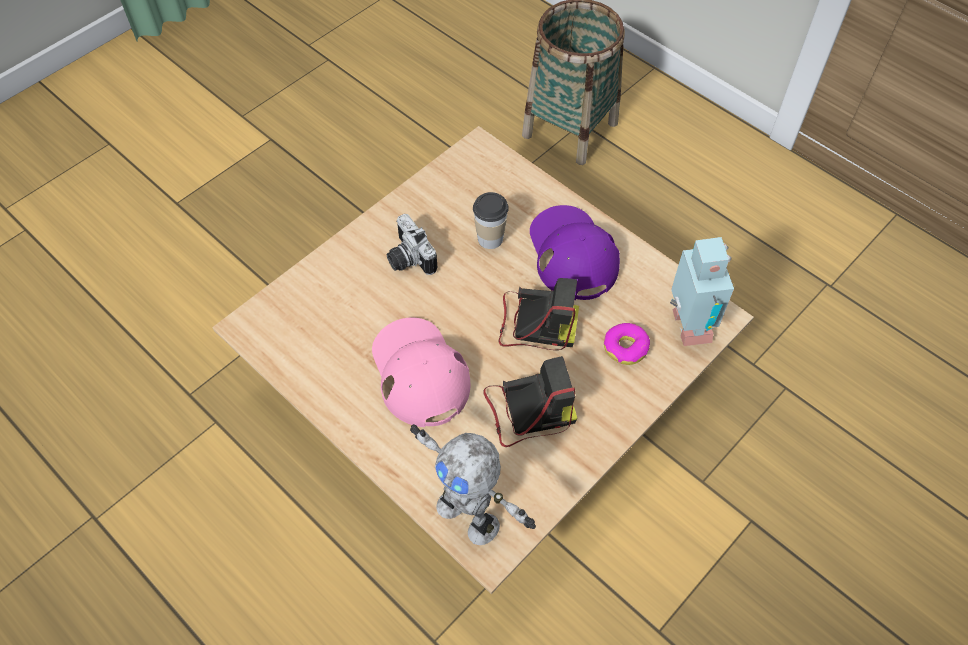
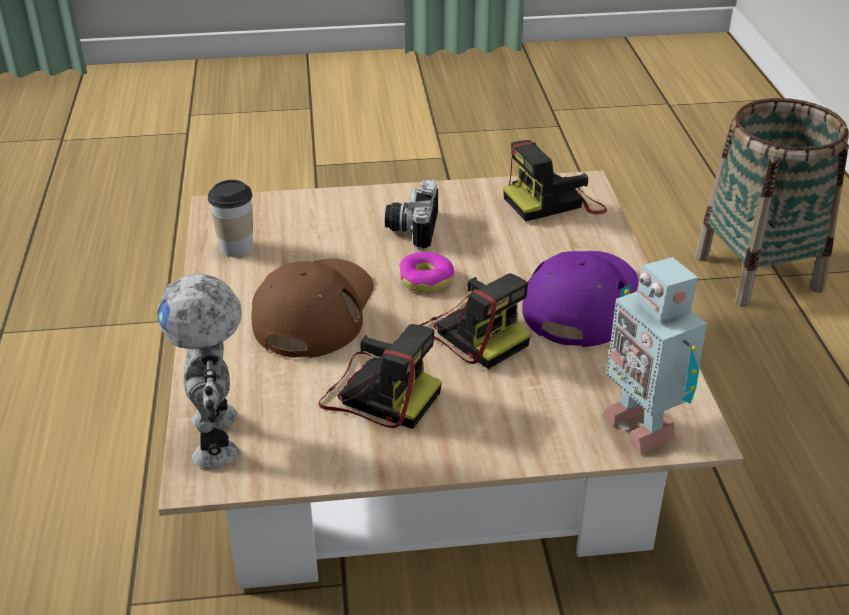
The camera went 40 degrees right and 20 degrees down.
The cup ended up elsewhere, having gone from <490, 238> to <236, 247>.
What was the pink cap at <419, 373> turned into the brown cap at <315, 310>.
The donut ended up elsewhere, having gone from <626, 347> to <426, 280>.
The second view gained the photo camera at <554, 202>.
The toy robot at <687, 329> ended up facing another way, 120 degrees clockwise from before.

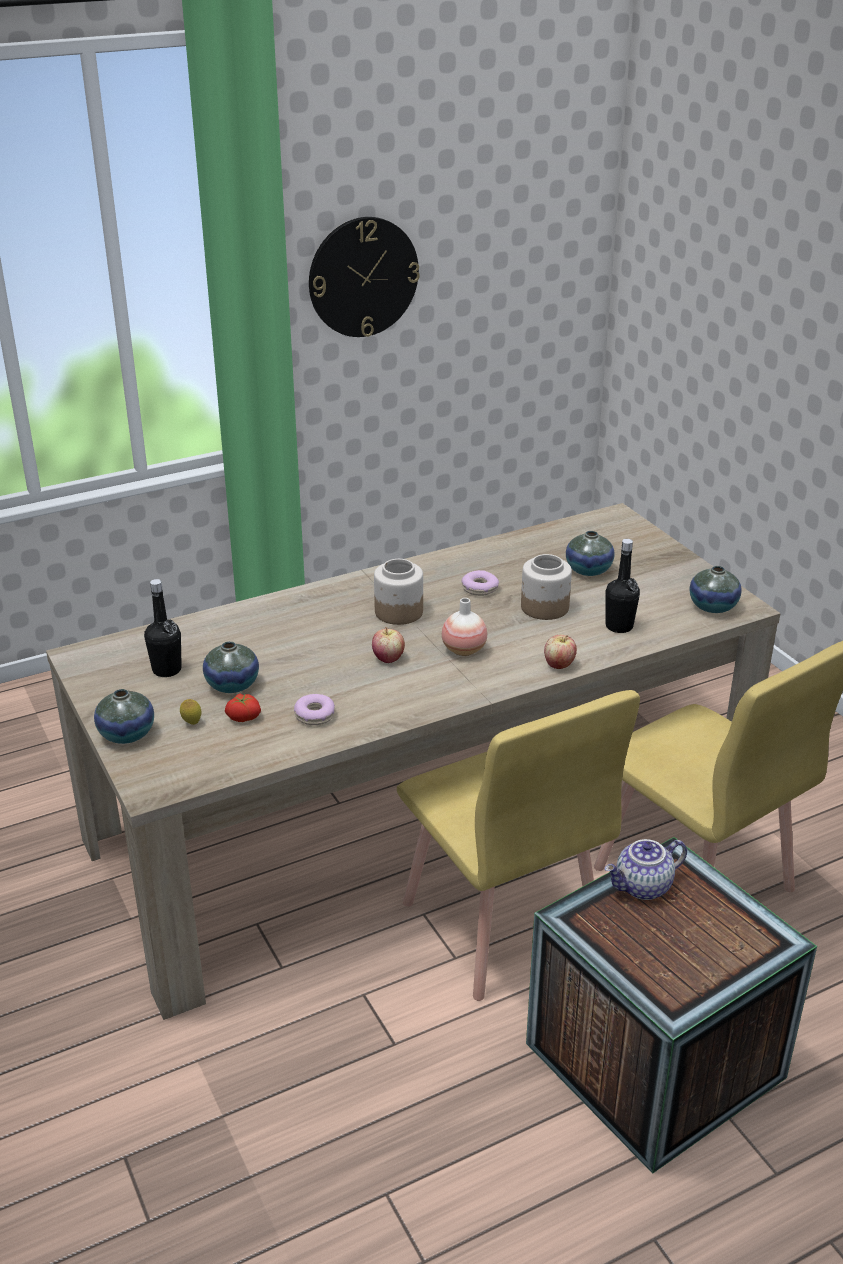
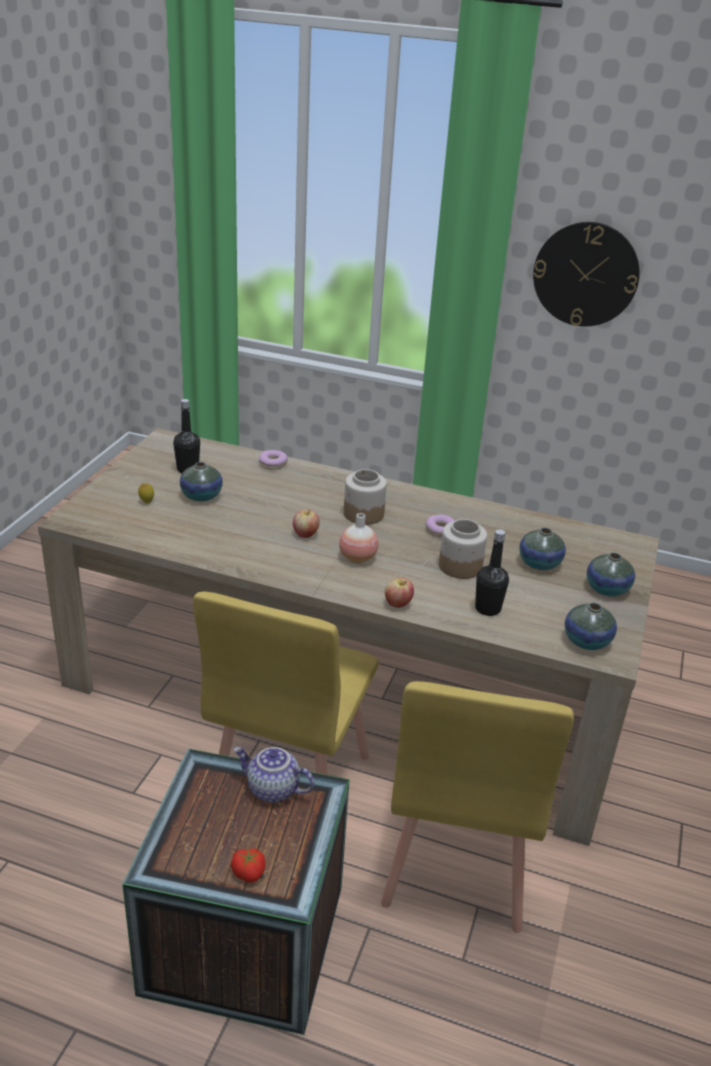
The camera went 45 degrees right and 0 degrees up.
The tomato ended up elsewhere, having gone from <244, 716> to <249, 871>.
The donut ended up elsewhere, having gone from <315, 715> to <273, 464>.
The vase ended up elsewhere, having gone from <127, 734> to <607, 589>.

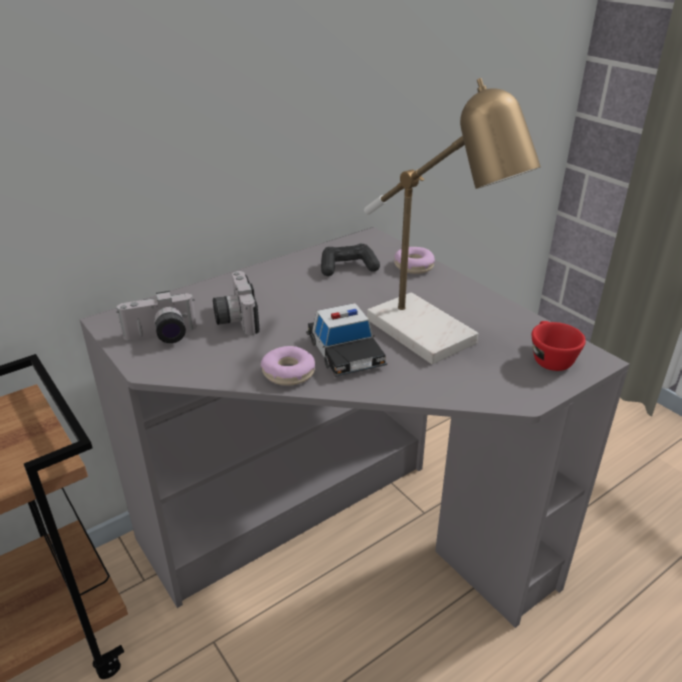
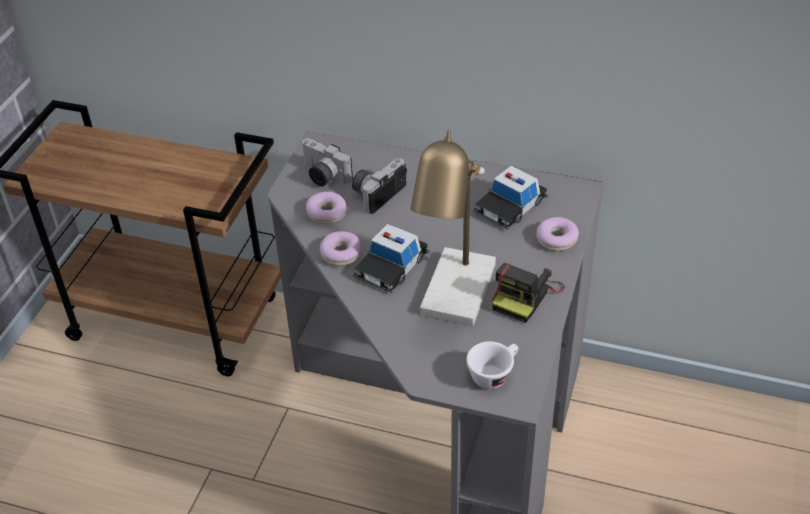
The camera went 55 degrees right and 10 degrees up.
The second view gained the donut at <326, 213>.
What was the red cup at <549, 358> turned into the white cup at <493, 374>.
Where the black game controller stood at <348, 268>, the toy car came to stand at <510, 206>.
The second view gained the photo camera at <525, 295>.

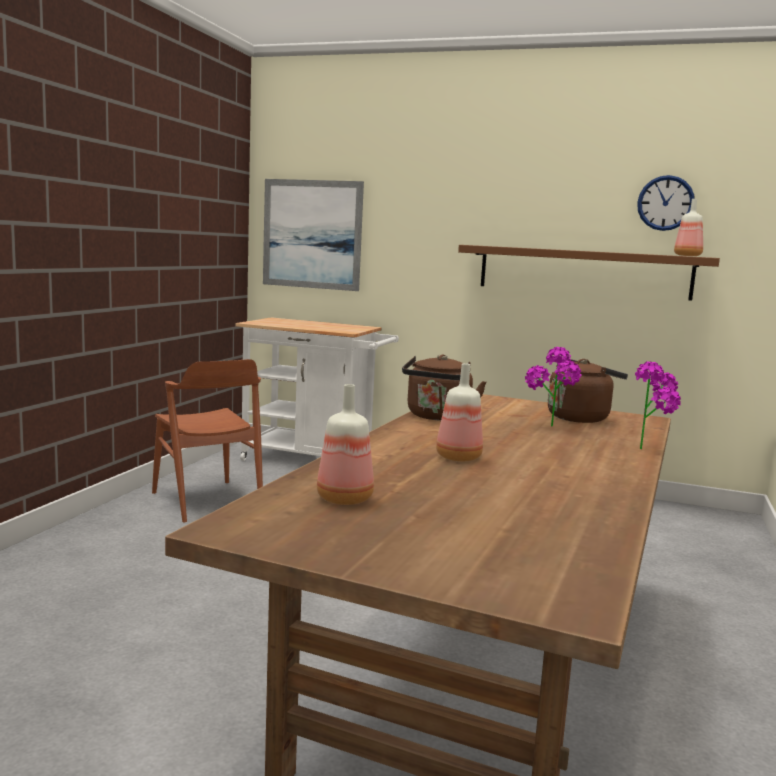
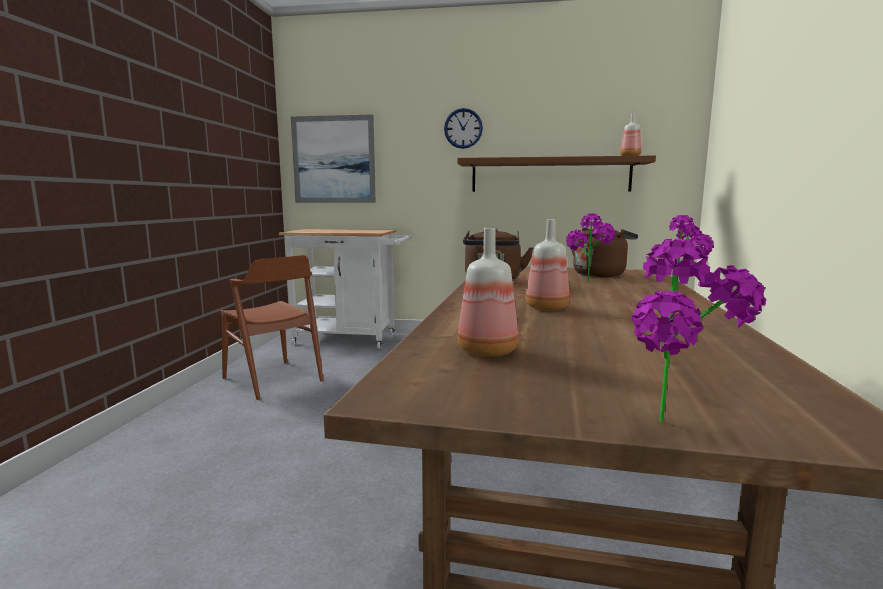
The camera went 10 degrees left and 0 degrees up.
The wall clock ended up elsewhere, having gone from <665, 203> to <463, 128>.
The second view gained the potted plant at <680, 431>.

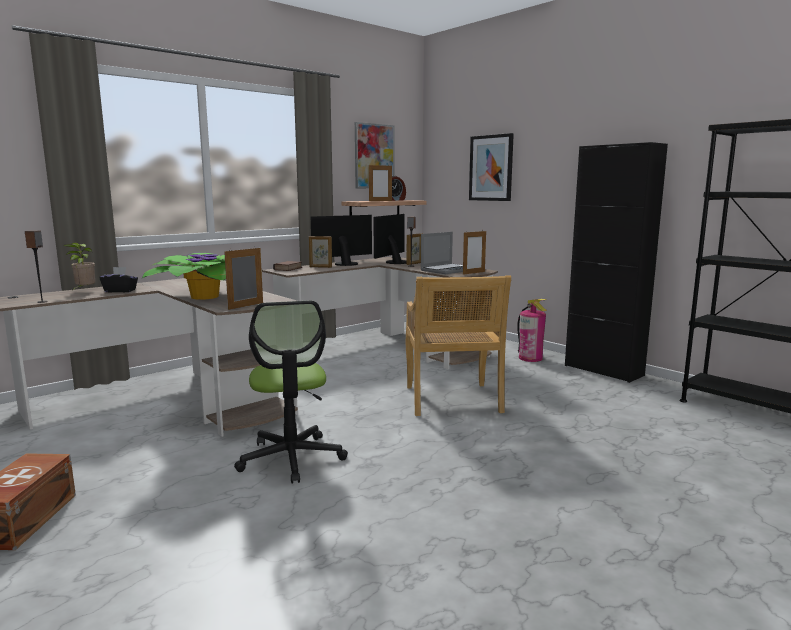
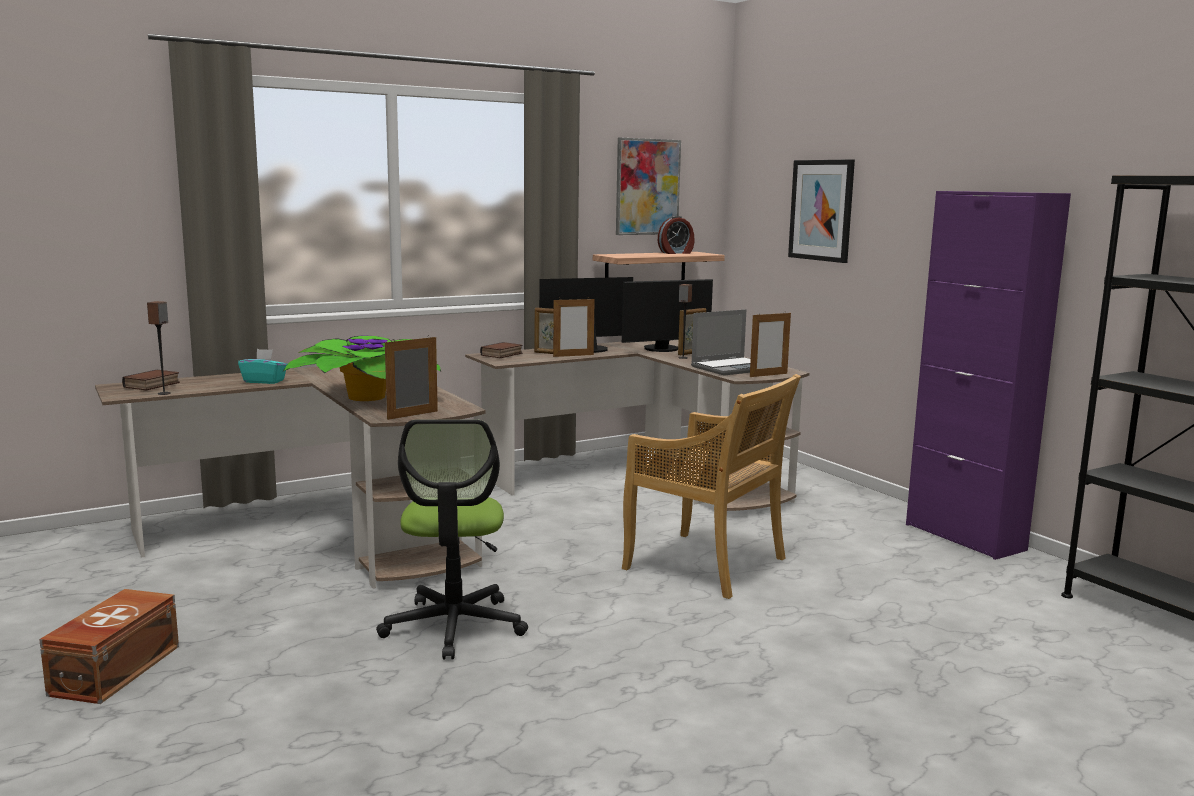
The camera went 10 degrees right and 0 degrees up.
The second view gained the book at <152, 385>.
What was the black tissue box at <120, 291> turned into the turquoise tissue box at <264, 381>.
The picture frame ended up elsewhere, having gone from <380, 201> to <573, 355>.
The monitor at <394, 262> ended up facing another way, 150 degrees counterclockwise from before.
The beige chair at <452, 400> ended up facing another way, 60 degrees counterclockwise from before.
What was the black cabinet at <603, 370> turned into the purple cabinet at <964, 537>.
The second view lost the potted plant at <84, 291>.
The second view lost the fire extinguisher at <530, 358>.

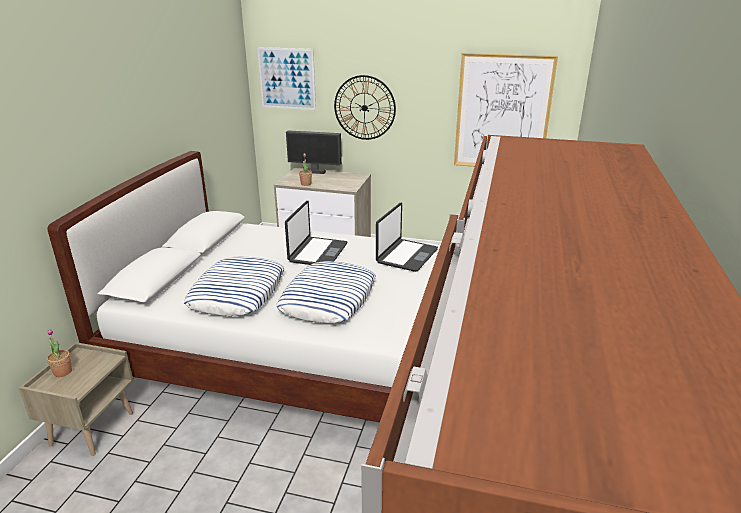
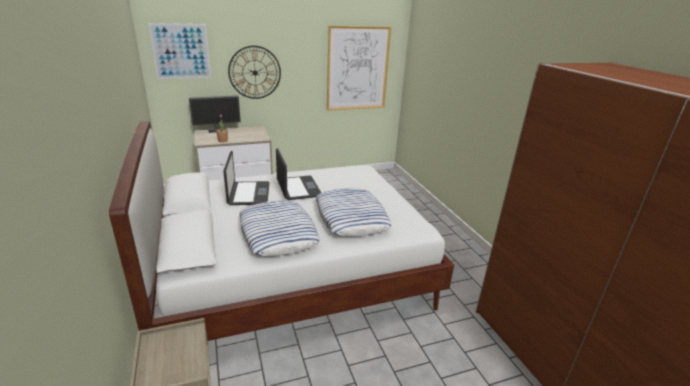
The camera went 35 degrees left and 0 degrees up.
The laptop ended up elsewhere, having gone from <406, 256> to <248, 194>.
The second view lost the potted plant at <62, 372>.

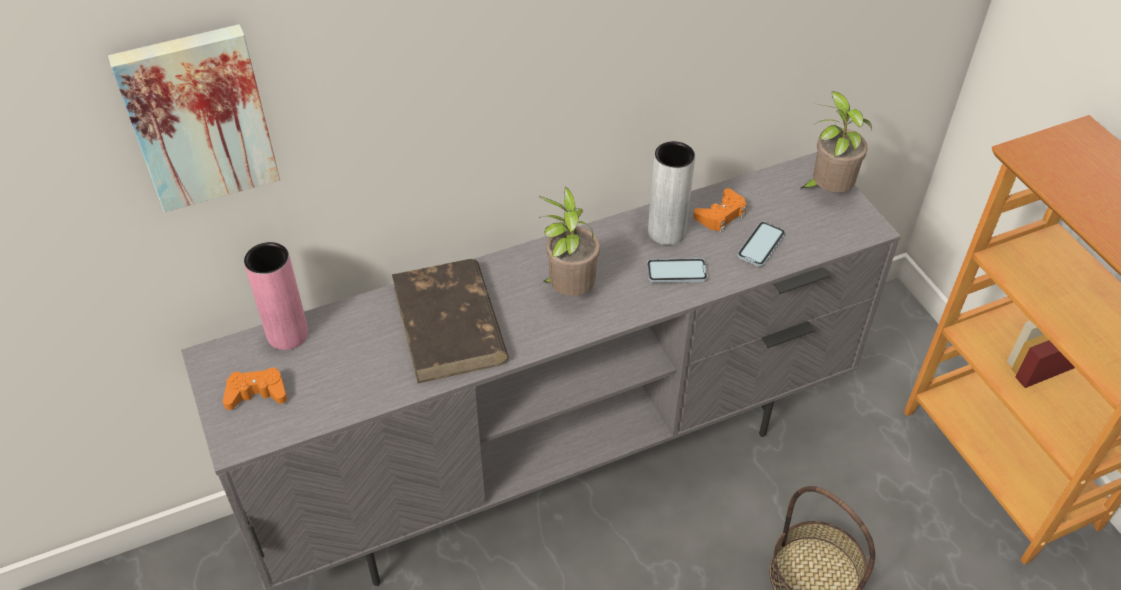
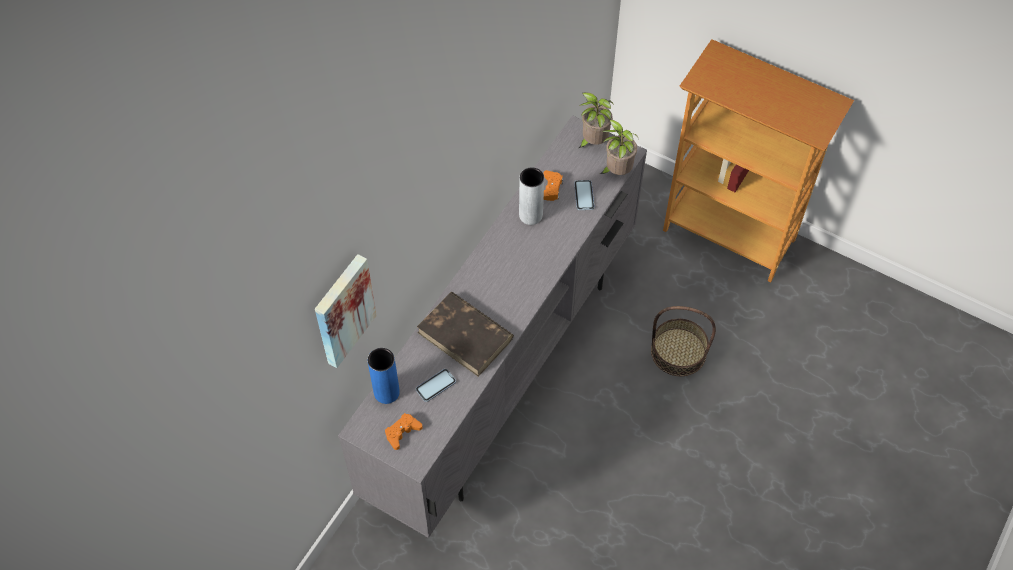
The camera went 35 degrees left and 10 degrees up.
What was the pink vase at <287, 334> turned into the blue vase at <386, 392>.
The phone ended up elsewhere, having gone from <676, 272> to <436, 386>.
The potted plant ended up elsewhere, having gone from <569, 291> to <616, 171>.

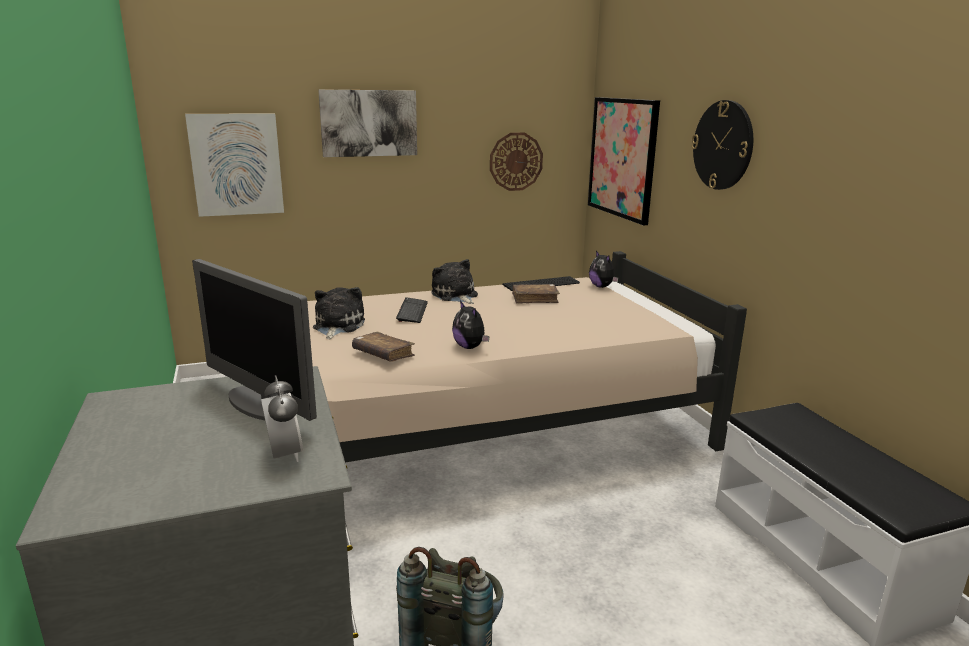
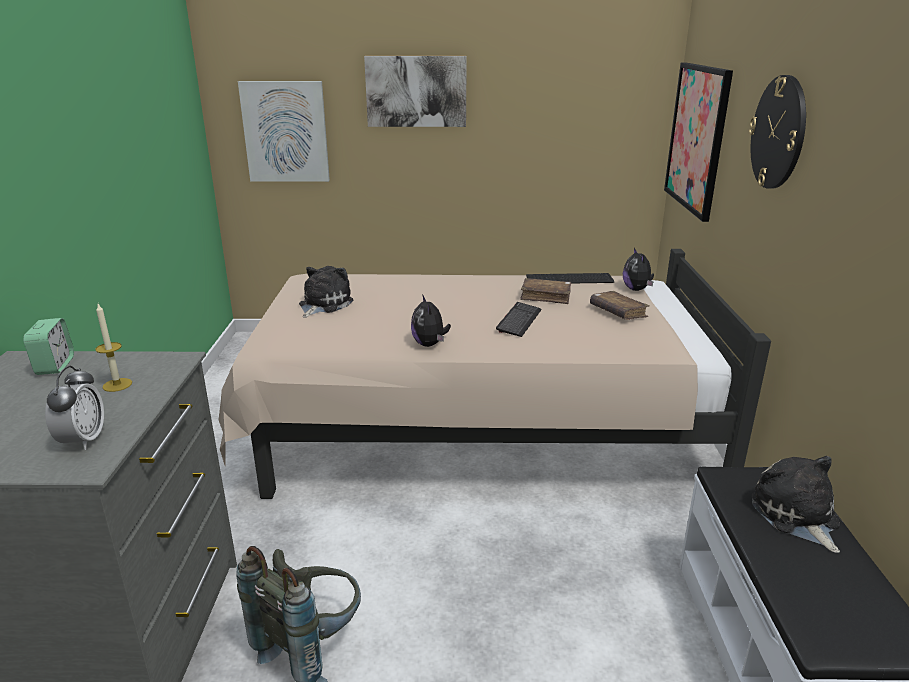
The camera went 20 degrees right and 5 degrees up.
The second view gained the alarm clock at <55, 366>.
Where the monitor stood at <260, 404>, the candle came to stand at <117, 385>.
The keyboard ended up elsewhere, having gone from <412, 311> to <519, 321>.
The brown book ended up elsewhere, having gone from <383, 354> to <618, 312>.
The plush toy ended up elsewhere, having gone from <455, 295> to <796, 516>.
The second view lost the wall clock at <516, 161>.

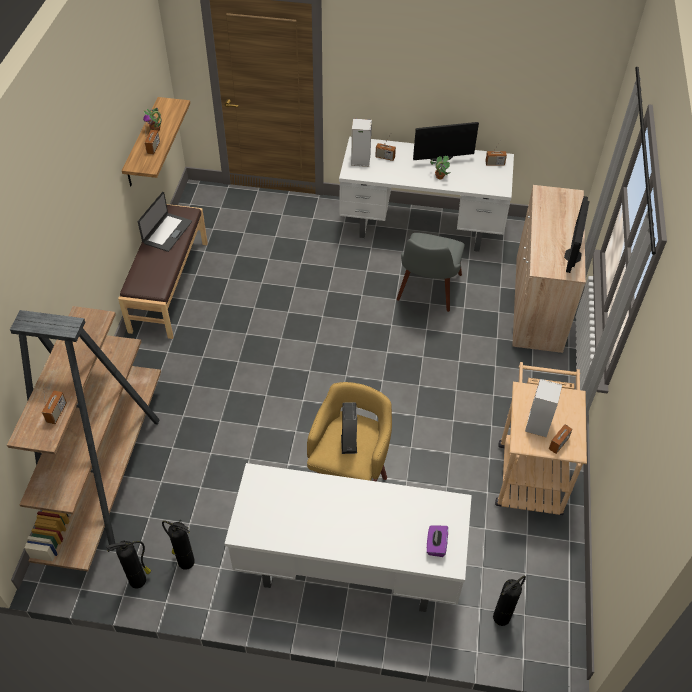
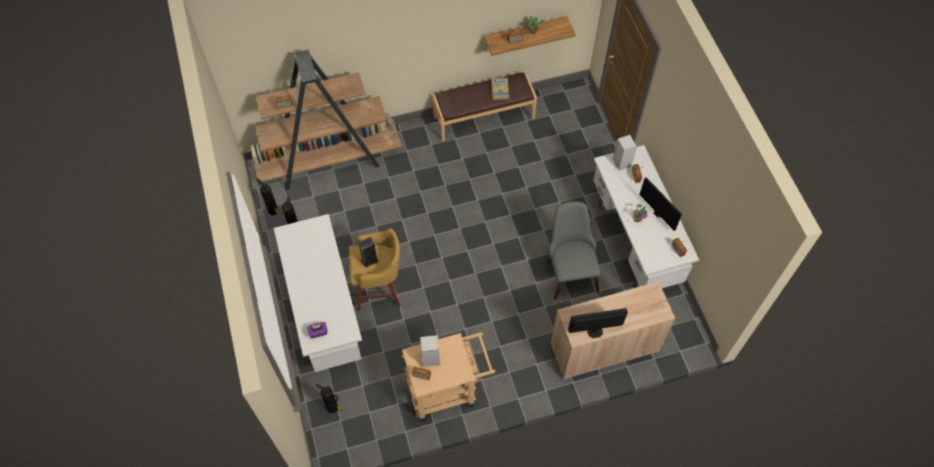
The camera went 65 degrees right and 10 degrees up.
Where the laptop stood at <167, 232>, the book came to stand at <500, 89>.
The grey chair at <426, 293> ended up facing another way, 90 degrees clockwise from before.

